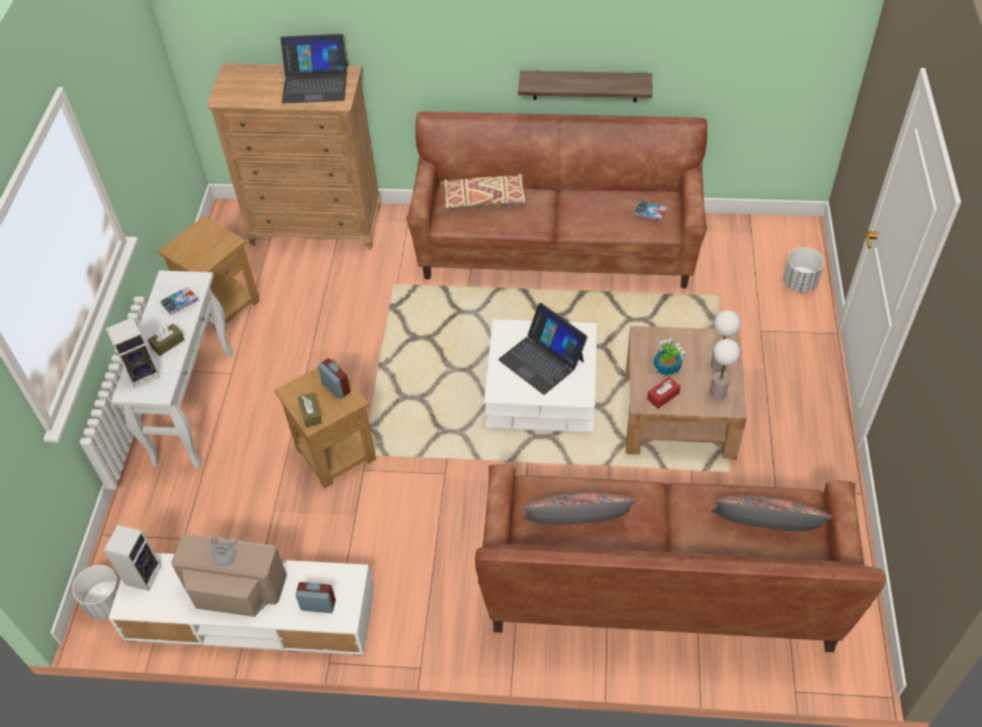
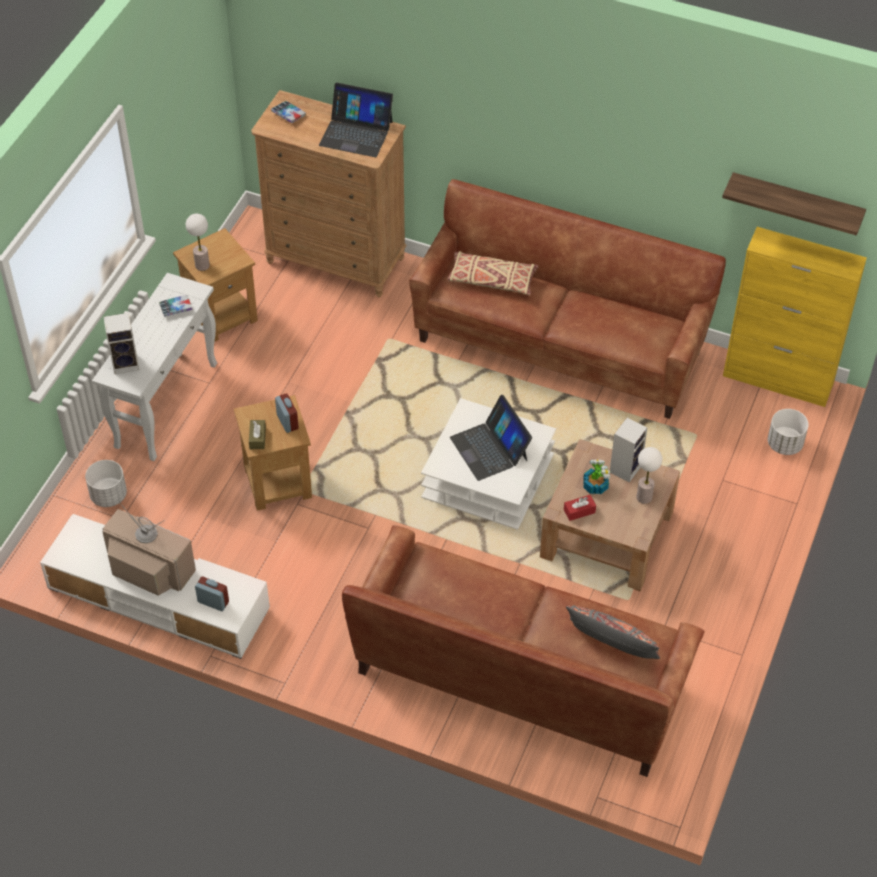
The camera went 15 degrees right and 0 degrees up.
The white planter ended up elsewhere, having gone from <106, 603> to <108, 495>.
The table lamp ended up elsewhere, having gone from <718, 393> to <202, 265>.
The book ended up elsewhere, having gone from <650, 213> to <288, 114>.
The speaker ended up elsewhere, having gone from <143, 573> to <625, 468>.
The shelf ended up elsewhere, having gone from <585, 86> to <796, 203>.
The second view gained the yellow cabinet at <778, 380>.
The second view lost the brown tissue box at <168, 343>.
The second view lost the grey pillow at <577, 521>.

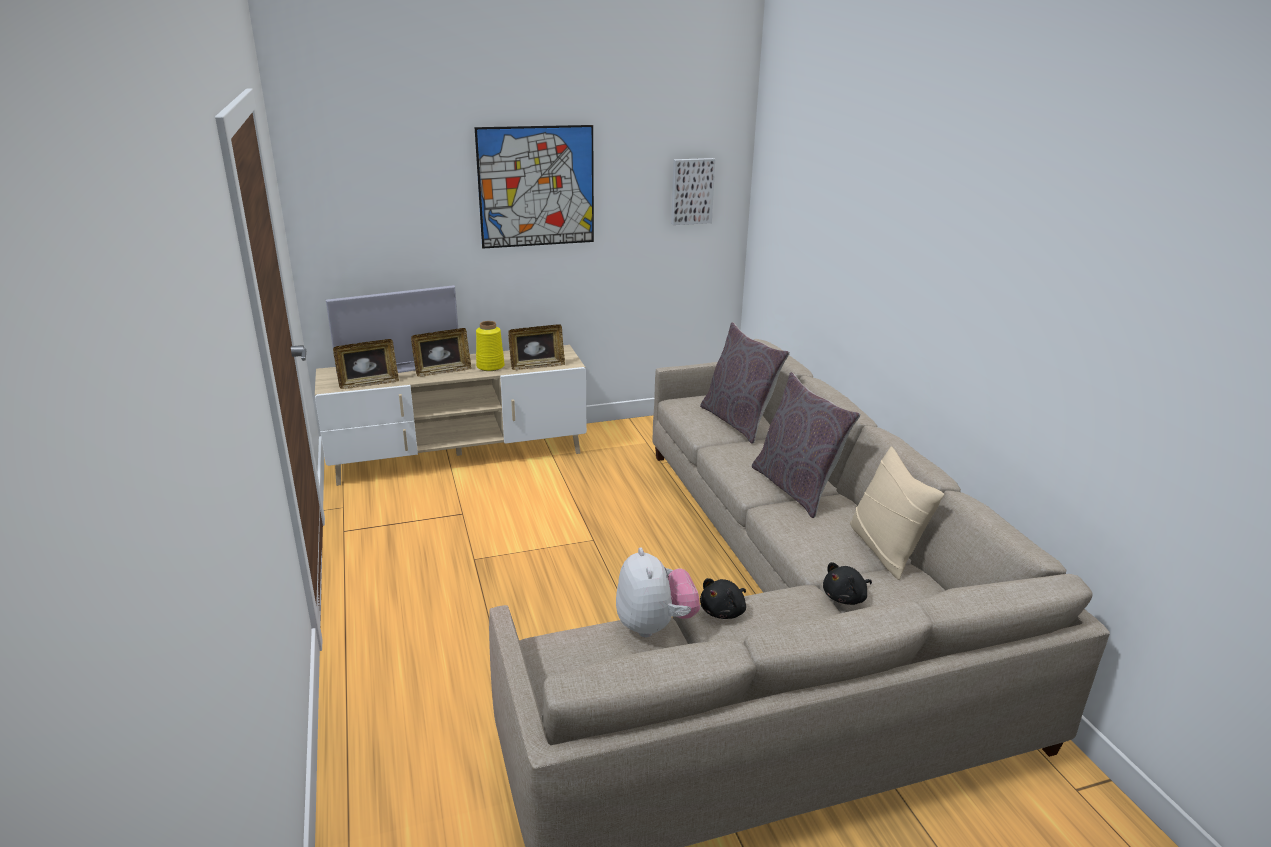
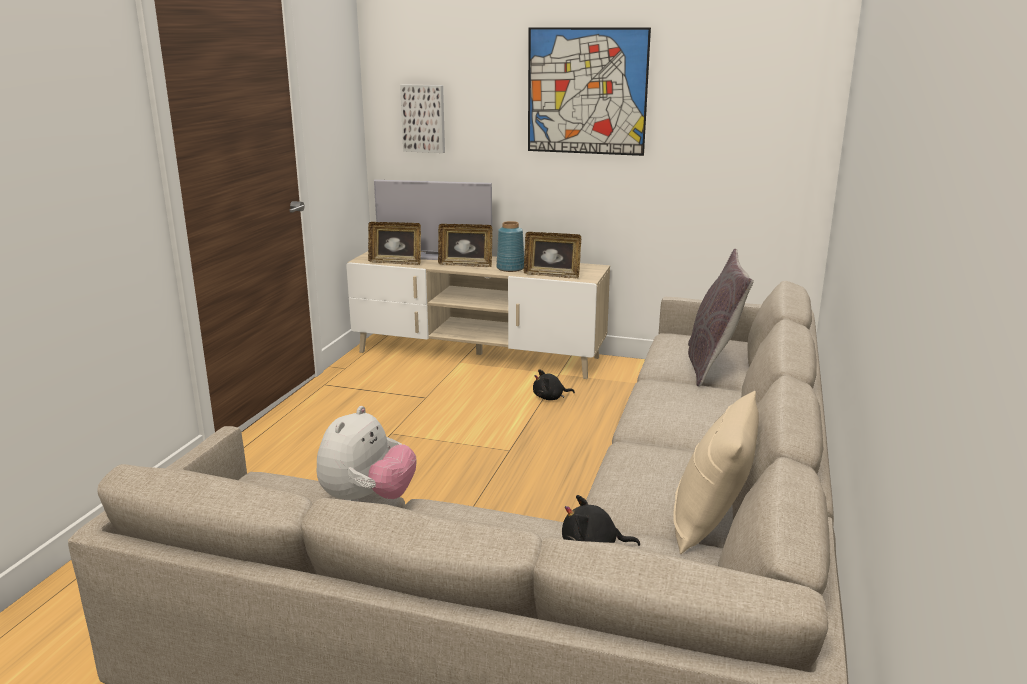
The camera went 35 degrees right and 5 degrees down.
The picture ended up elsewhere, having gone from <691, 191> to <424, 118>.
What was the yellow vase at <490, 366> turned into the blue vase at <510, 268>.
The black plush toy ended up elsewhere, having gone from <724, 611> to <550, 398>.
The second view lost the grey pillow at <796, 488>.

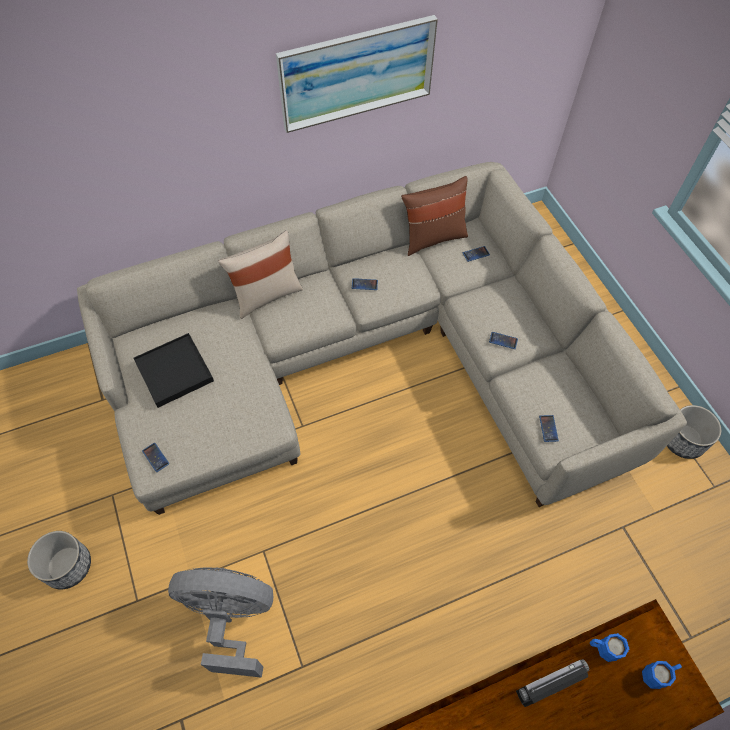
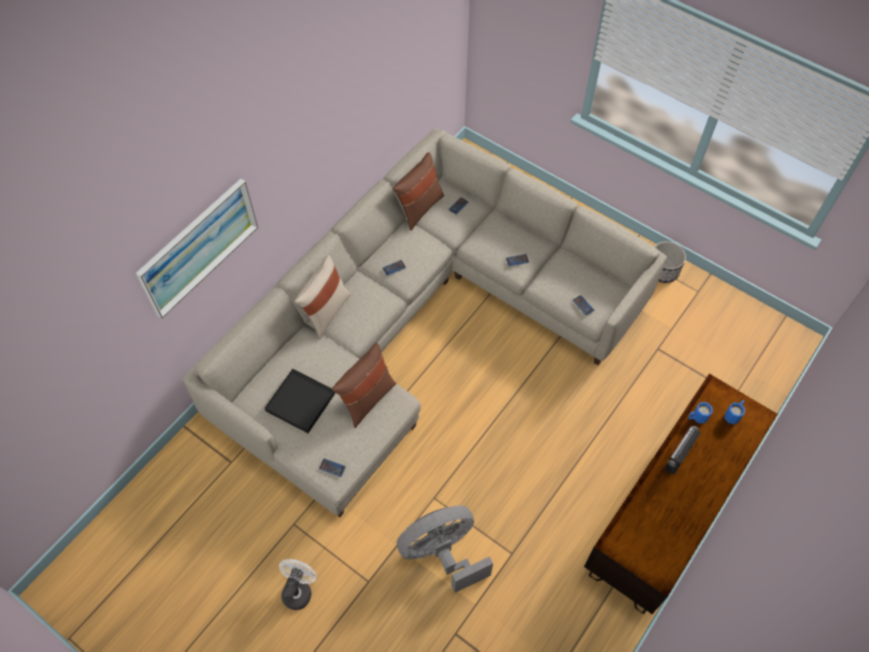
The camera went 30 degrees left and 0 degrees up.
The picture ended up elsewhere, having gone from <357, 73> to <198, 247>.
Where the planter stood at <67, 566>, the white fan came to stand at <298, 590>.
The second view gained the brown pillow at <367, 399>.

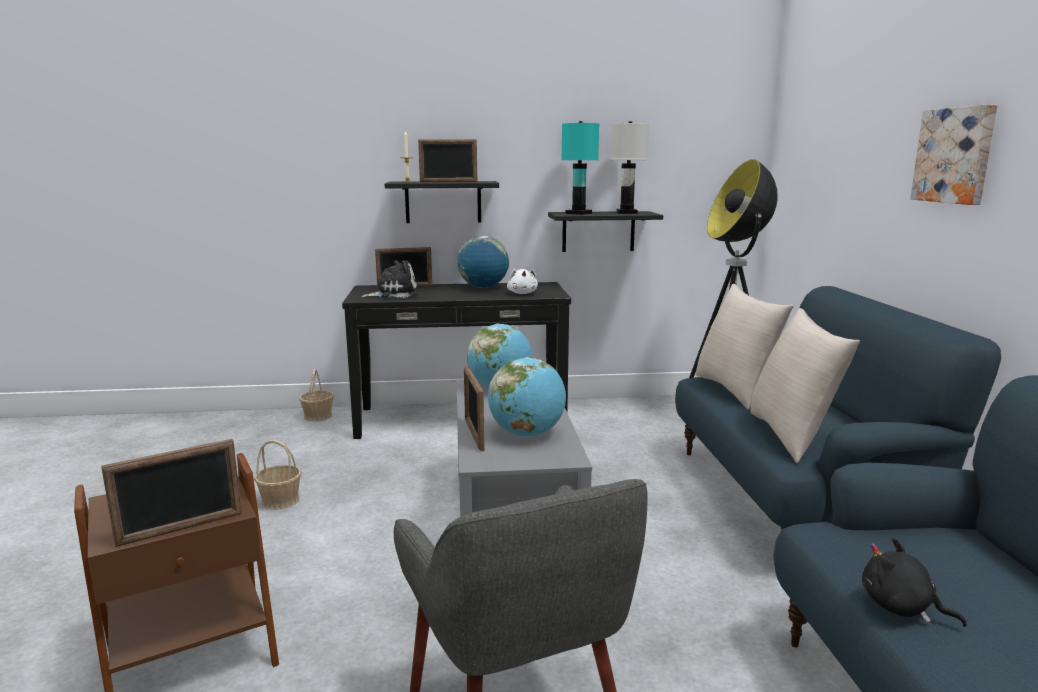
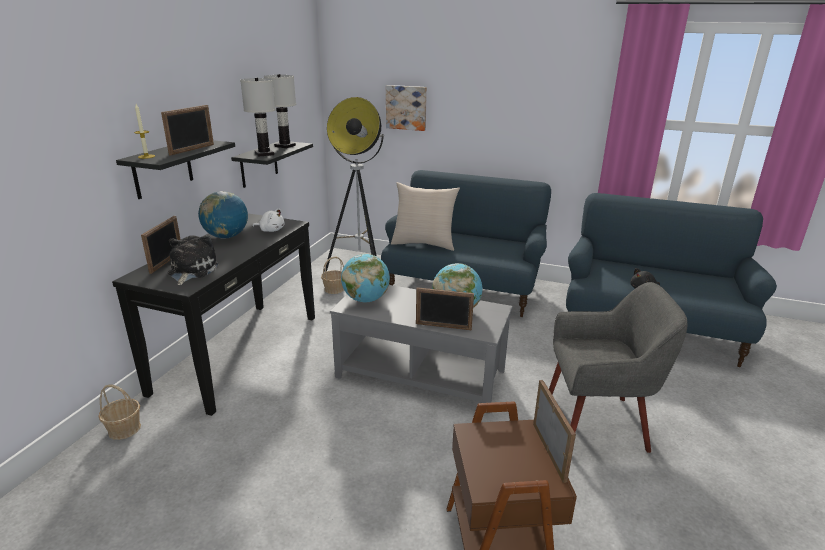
The camera went 65 degrees left and 10 degrees up.
What was the turquoise table lamp at <578, 213> turned into the white table lamp at <264, 154>.
The basket ended up elsewhere, having gone from <280, 500> to <333, 289>.
The picture ended up elsewhere, having gone from <955, 155> to <406, 107>.
The second view lost the beige pillow at <792, 436>.

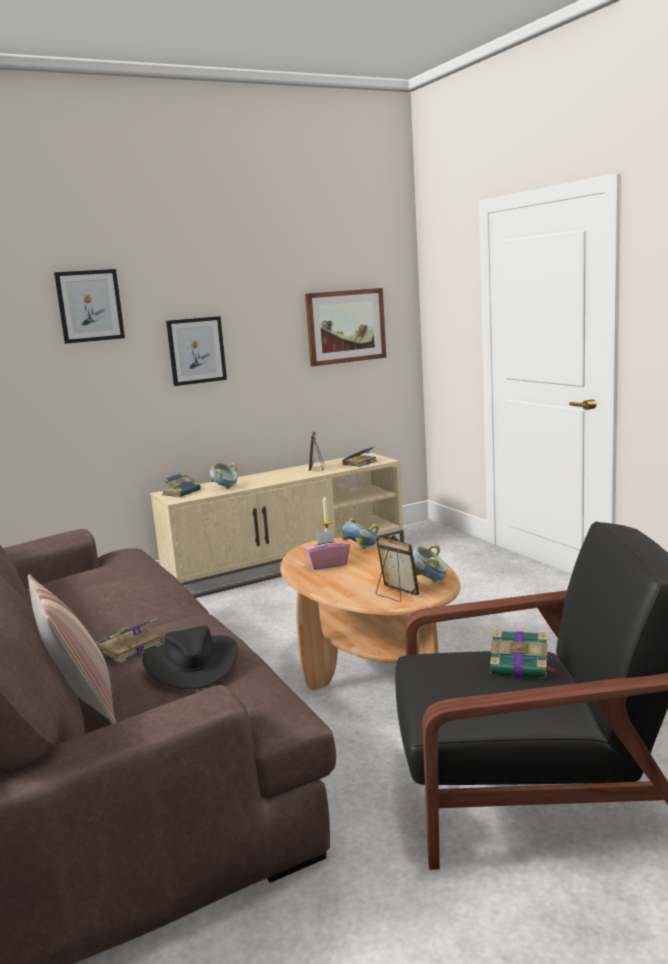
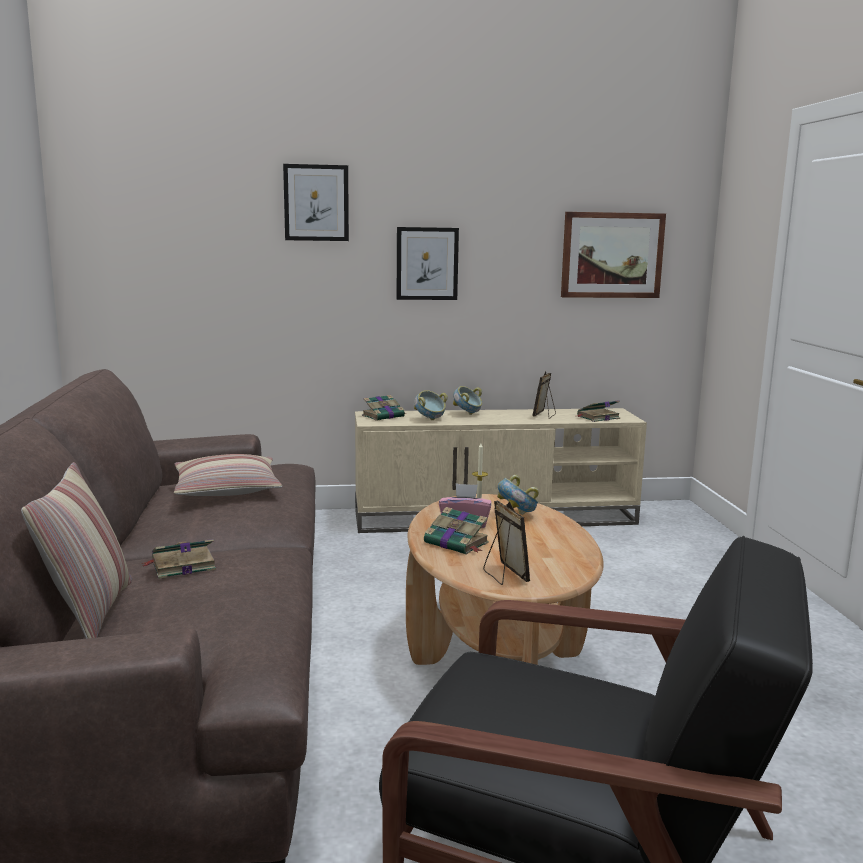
The camera went 20 degrees right and 0 degrees up.
The second view gained the pillow at <227, 489>.
The book ended up elsewhere, having gone from <521, 666> to <457, 543>.
The bowl ended up elsewhere, having gone from <429, 582> to <467, 414>.
The second view lost the black hat at <191, 663>.

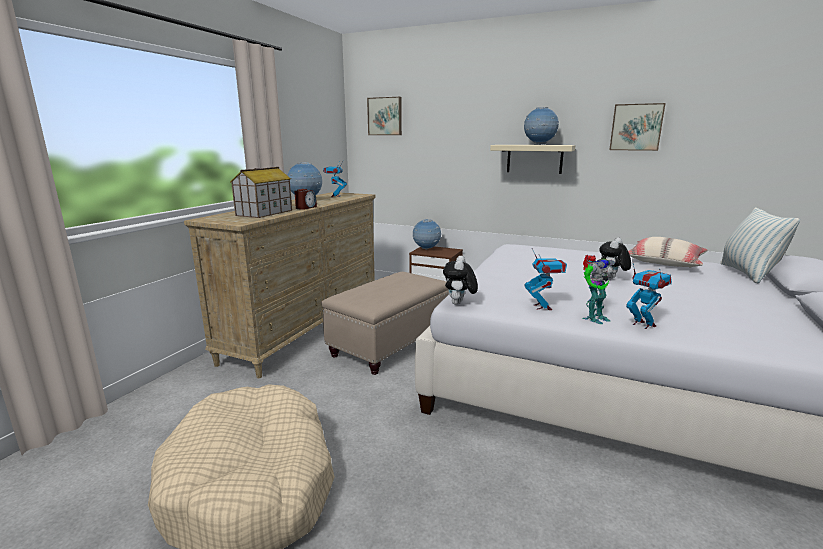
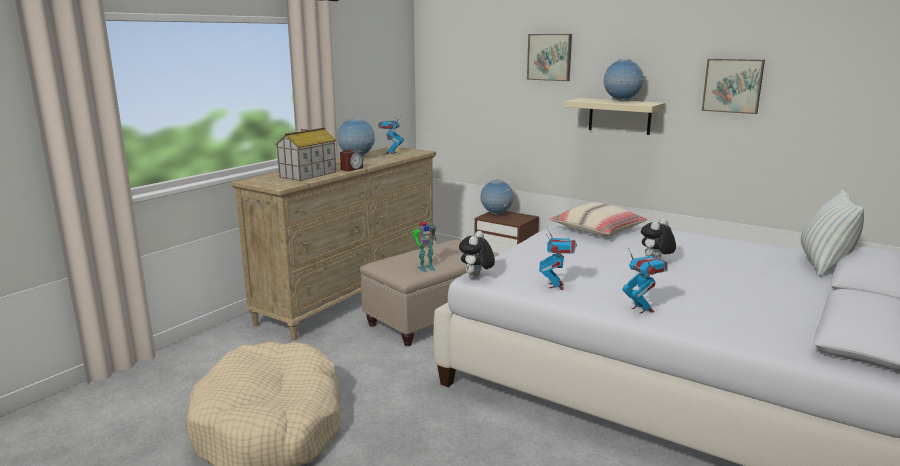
The camera went 10 degrees right and 0 degrees up.
The toy robot ended up elsewhere, having gone from <593, 318> to <425, 268>.
The picture ended up elsewhere, having gone from <385, 116> to <550, 57>.
The beige pillow ended up elsewhere, having gone from <665, 262> to <597, 230>.

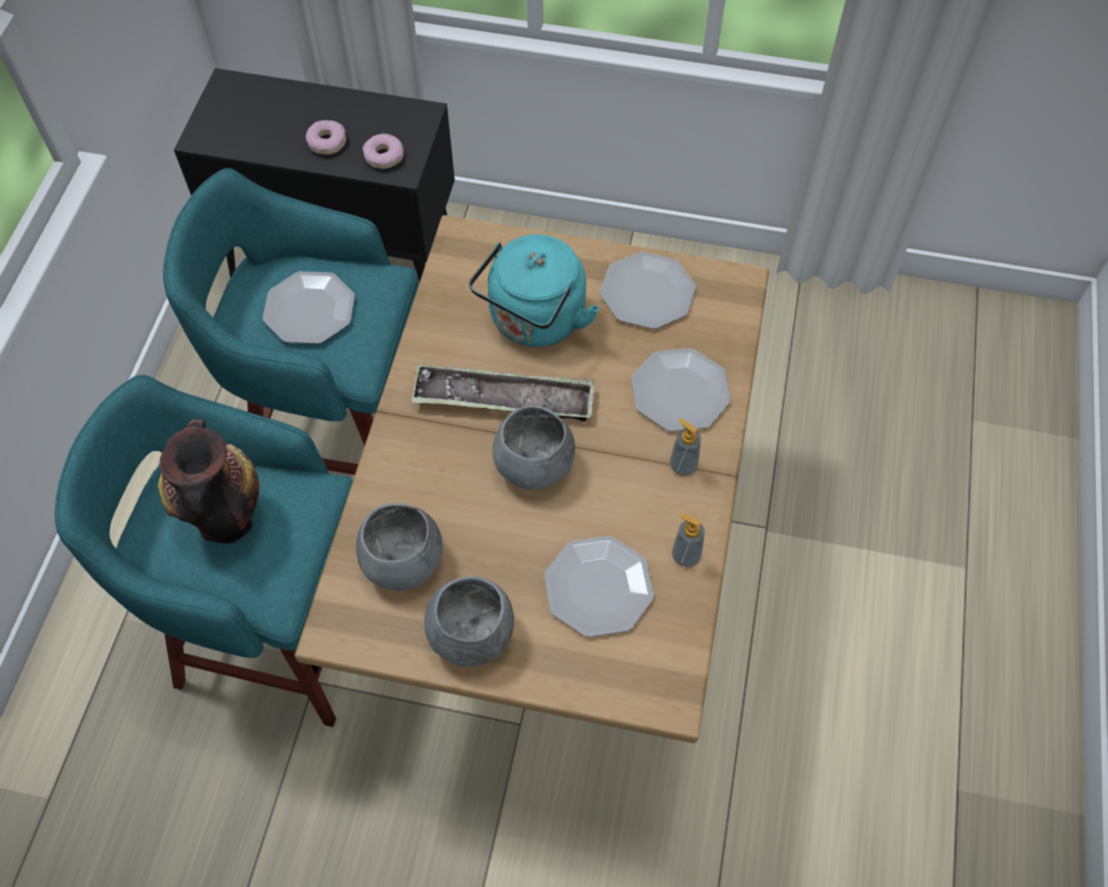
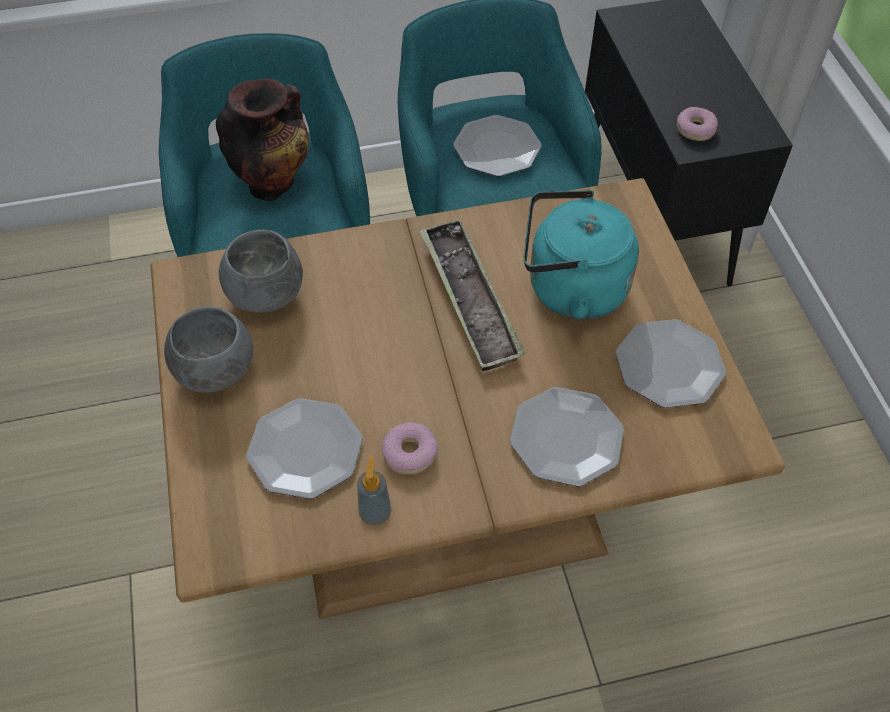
The camera went 65 degrees right and 5 degrees down.
The donut ended up elsewhere, having gone from <327, 142> to <410, 453>.
The second view lost the grey bowl at <535, 465>.
The second view lost the soap dispenser at <683, 465>.

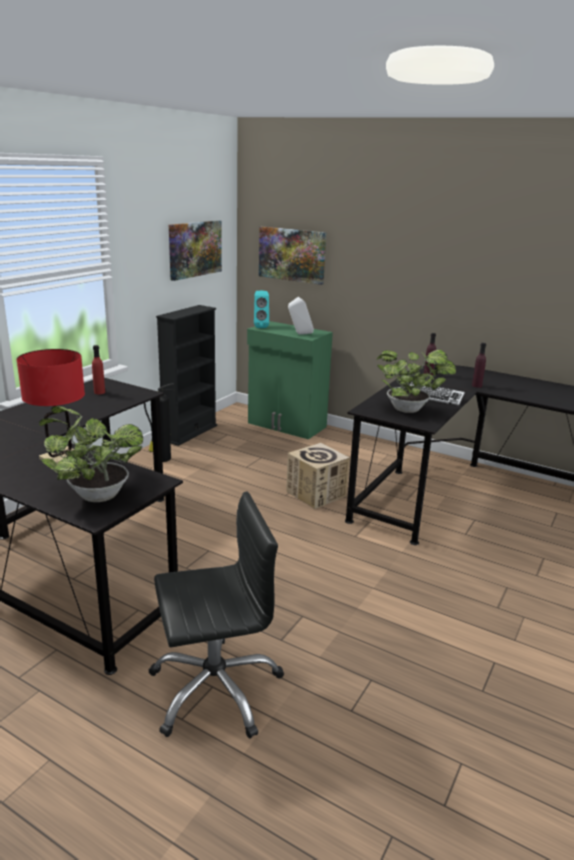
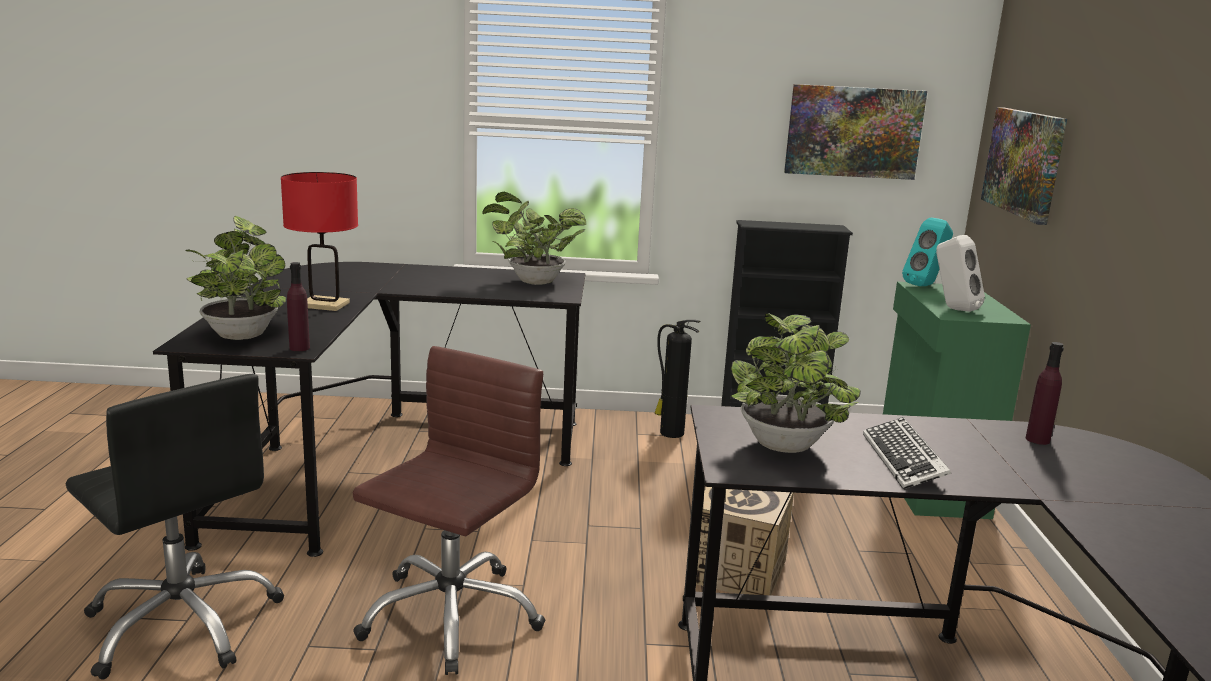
The camera went 60 degrees right and 5 degrees down.
The purple bottle ended up elsewhere, having gone from <476, 386> to <299, 348>.
The second view gained the brown office chair at <450, 615>.
Where the red bottle stood at <99, 392>, the potted plant came to stand at <532, 281>.

